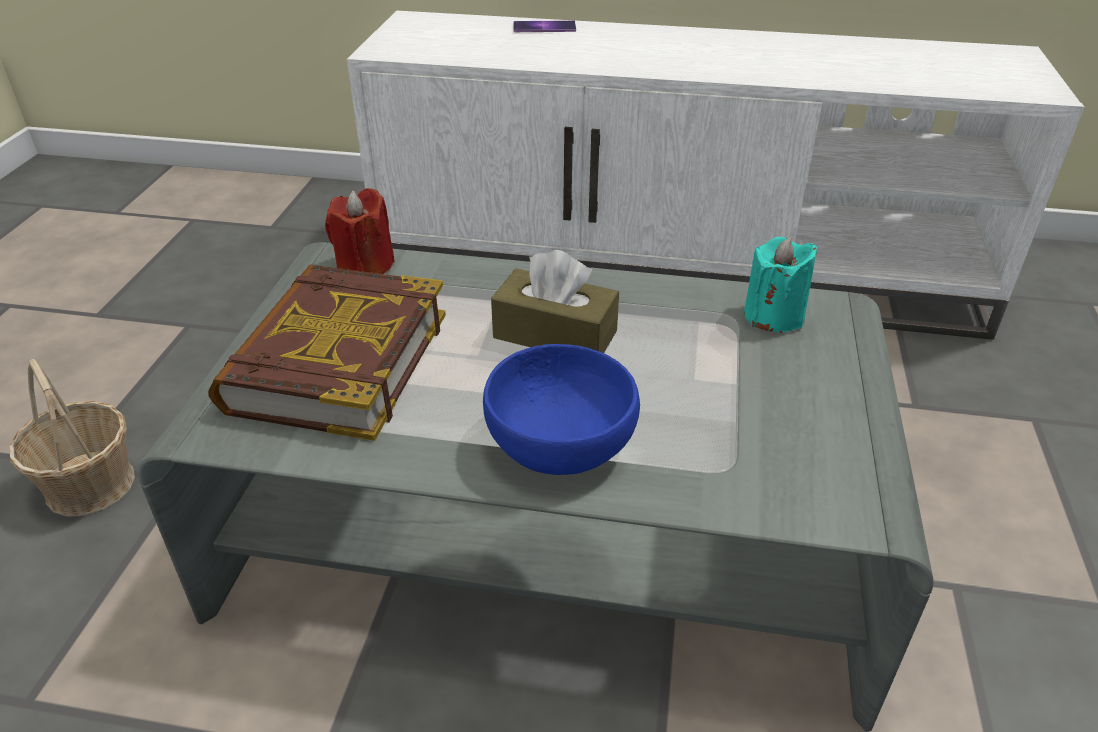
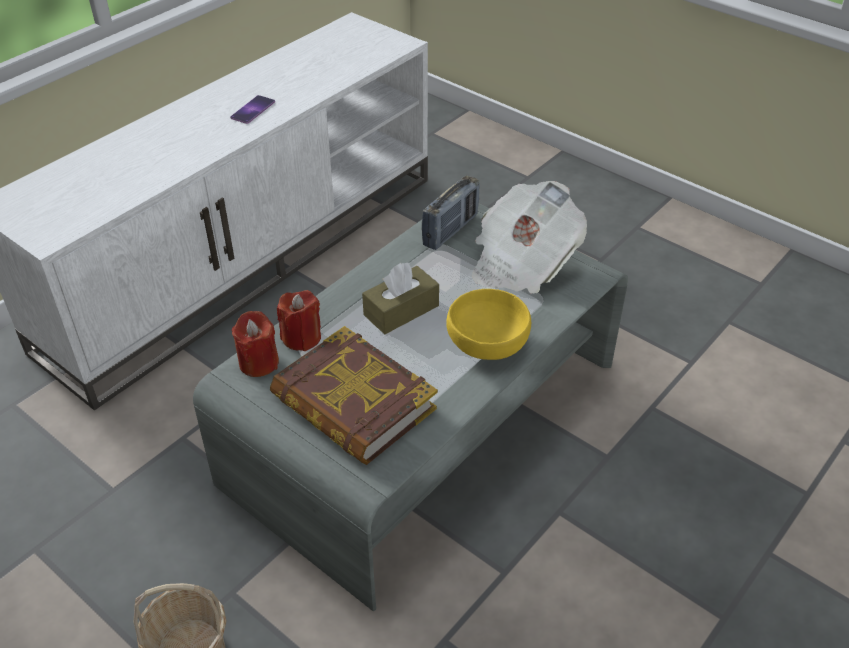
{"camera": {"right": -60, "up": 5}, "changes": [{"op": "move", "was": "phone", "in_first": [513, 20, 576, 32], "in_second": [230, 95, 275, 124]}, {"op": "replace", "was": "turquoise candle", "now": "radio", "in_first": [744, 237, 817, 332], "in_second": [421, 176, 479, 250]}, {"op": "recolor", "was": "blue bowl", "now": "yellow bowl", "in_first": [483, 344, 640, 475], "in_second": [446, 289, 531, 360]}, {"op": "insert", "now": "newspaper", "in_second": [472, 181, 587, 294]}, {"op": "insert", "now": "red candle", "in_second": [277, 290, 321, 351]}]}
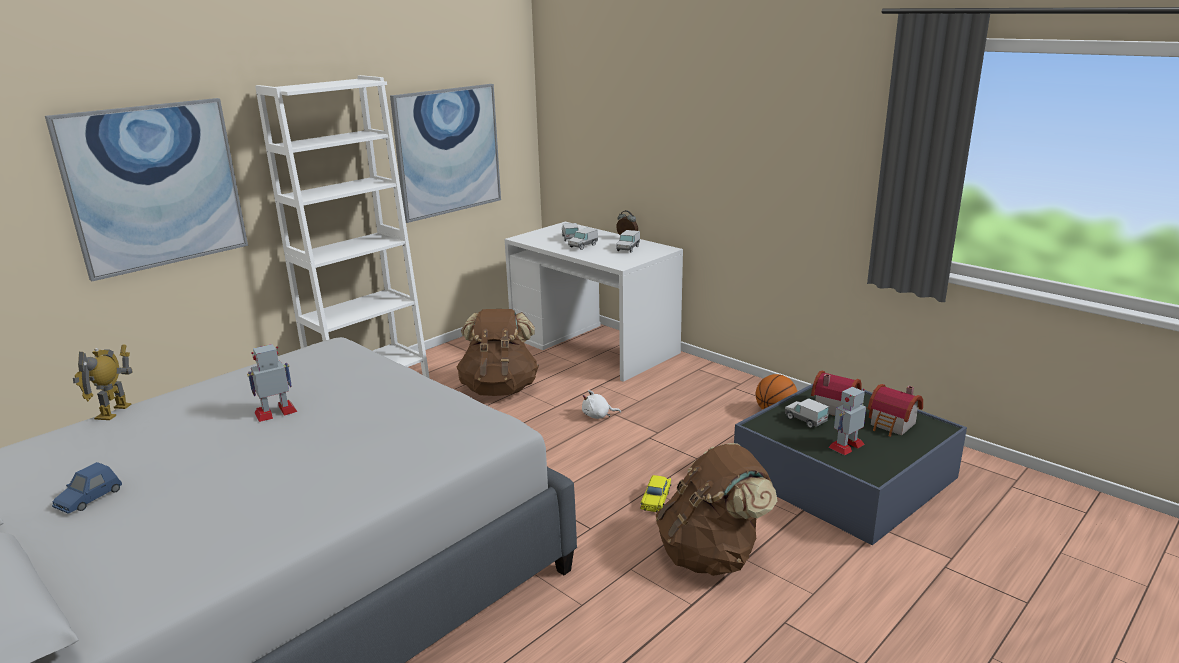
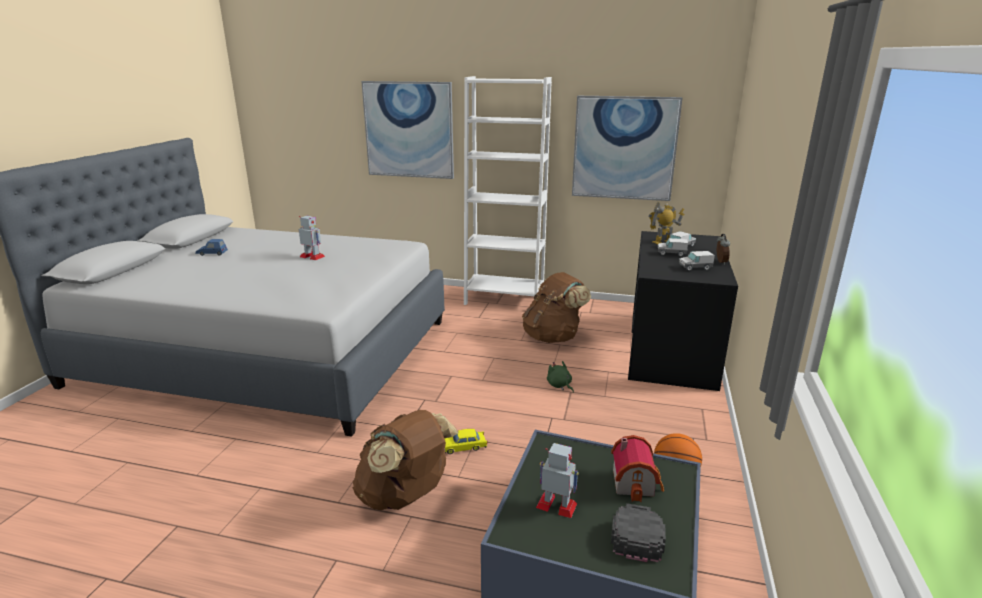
{"camera": {"right": 60, "up": 0}, "changes": [{"op": "recolor", "was": "white desk", "now": "black desk", "in_first": [504, 222, 683, 382], "in_second": [628, 231, 738, 391]}, {"op": "move", "was": "toy robot", "in_first": [73, 344, 132, 420], "in_second": [648, 202, 684, 245]}, {"op": "replace", "was": "toy house", "now": "black cap", "in_first": [868, 384, 923, 437], "in_second": [611, 503, 666, 562]}, {"op": "recolor", "was": "white plush toy", "now": "green plush toy", "in_first": [582, 390, 621, 419], "in_second": [547, 361, 574, 393]}, {"op": "delete", "was": "toy truck", "in_first": [785, 398, 829, 428]}]}
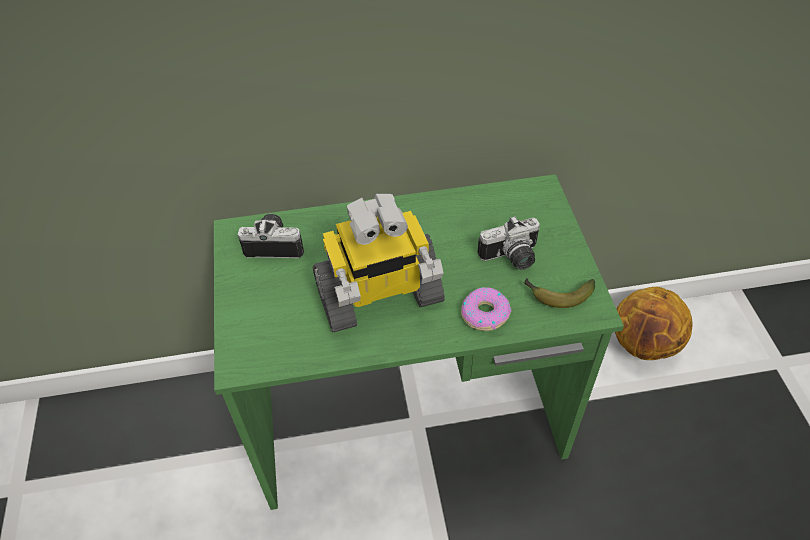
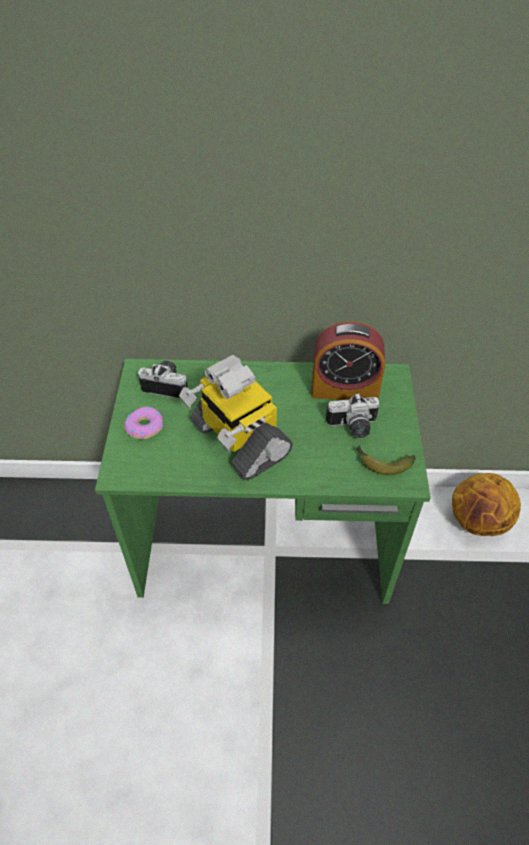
{"camera": {"right": 10, "up": 0}, "changes": [{"op": "rotate", "was": "toy robot", "in_first": [313, 194, 445, 332], "in_second": [179, 355, 293, 481], "clockwise": 60}, {"op": "move", "was": "donut", "in_first": [461, 287, 512, 331], "in_second": [124, 407, 163, 439]}, {"op": "insert", "now": "alarm clock", "in_second": [311, 321, 385, 400]}]}
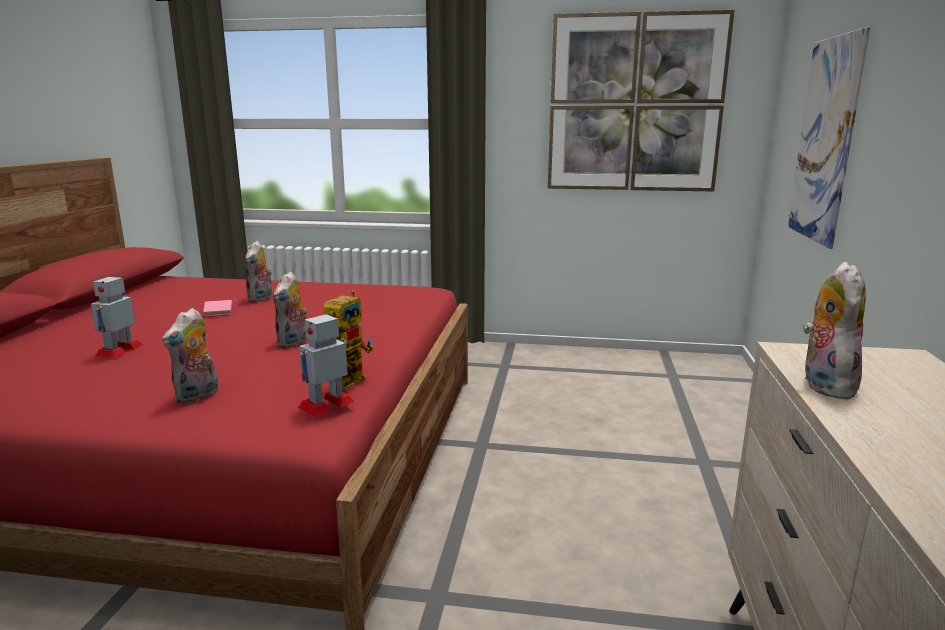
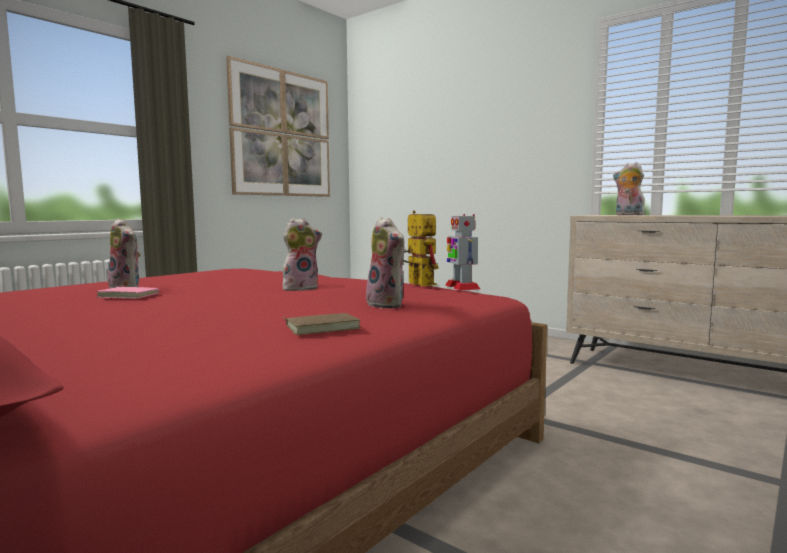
{"camera": {"right": -60, "up": -10}, "changes": [{"op": "delete", "was": "picture", "in_first": [787, 27, 870, 249]}, {"op": "rotate", "was": "plush toy", "in_first": [273, 271, 307, 348], "in_second": [282, 218, 322, 291], "clockwise": -75}, {"op": "delete", "was": "toy robot", "in_first": [91, 275, 143, 358]}, {"op": "insert", "now": "brown book", "in_second": [283, 313, 361, 335]}]}
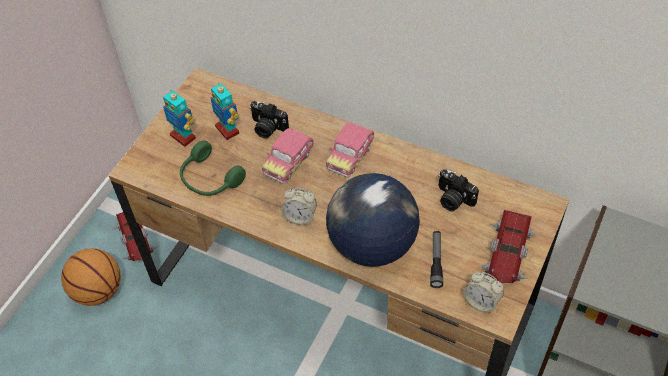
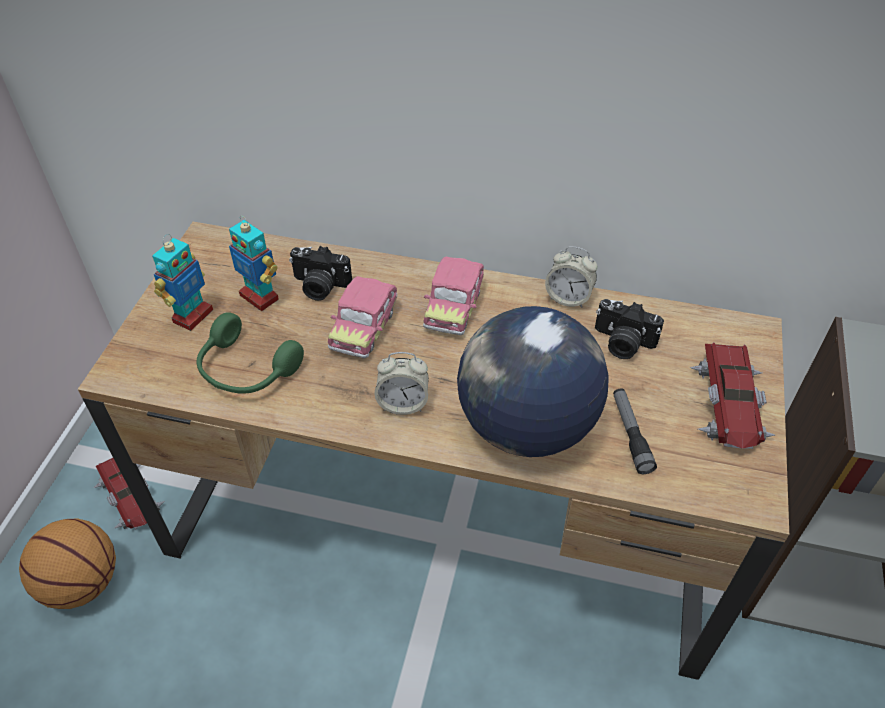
{"camera": {"right": -15, "up": -5}, "changes": [{"op": "rotate", "was": "toy robot", "in_first": [163, 90, 196, 147], "in_second": [152, 234, 213, 331], "clockwise": -90}, {"op": "move", "was": "alarm clock", "in_first": [463, 272, 504, 313], "in_second": [545, 247, 598, 308]}]}
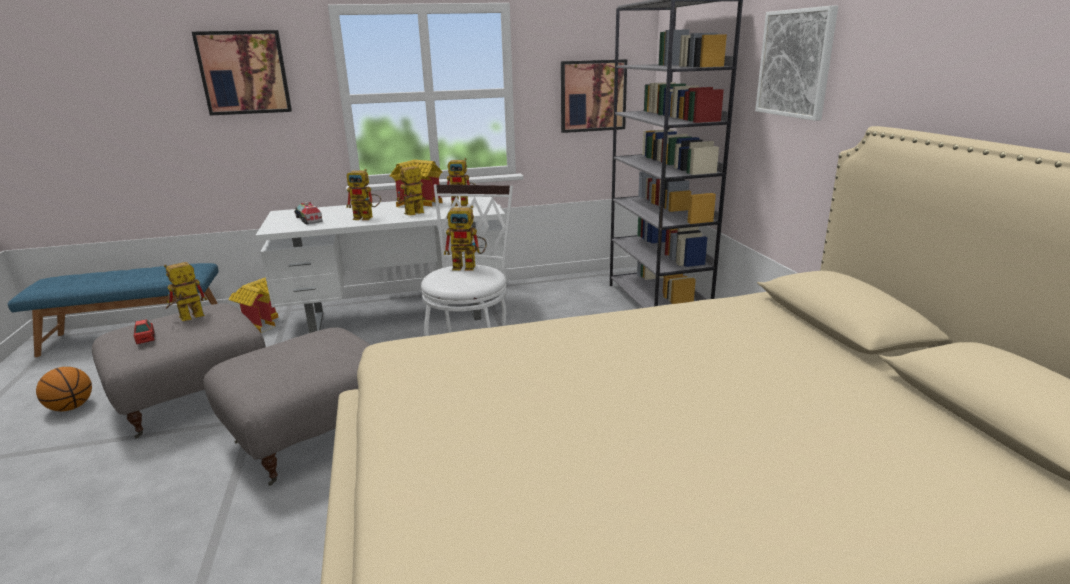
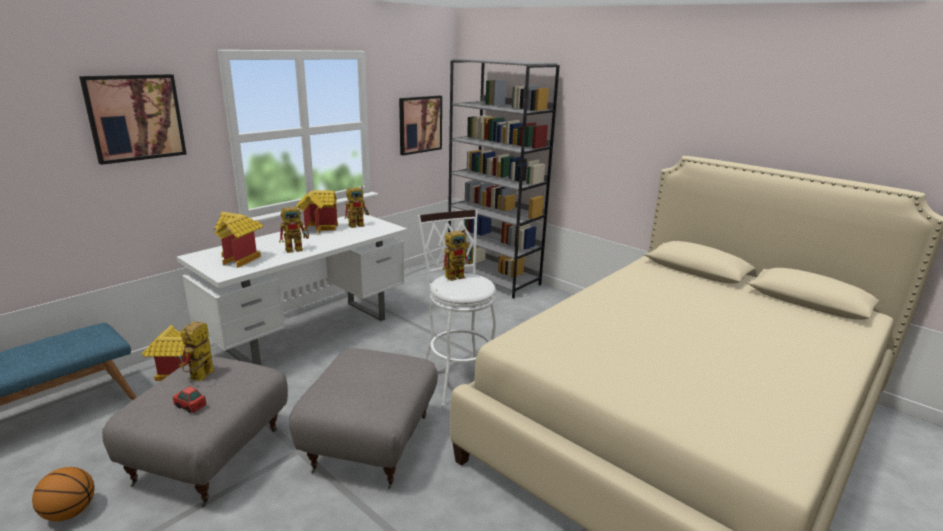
{"camera": {"right": -35, "up": 0}, "changes": [{"op": "delete", "was": "picture", "in_first": [755, 6, 838, 121]}, {"op": "delete", "was": "toy robot", "in_first": [397, 166, 425, 216]}, {"op": "replace", "was": "toy truck", "now": "toy house", "in_first": [294, 202, 322, 225], "in_second": [214, 212, 263, 268]}]}
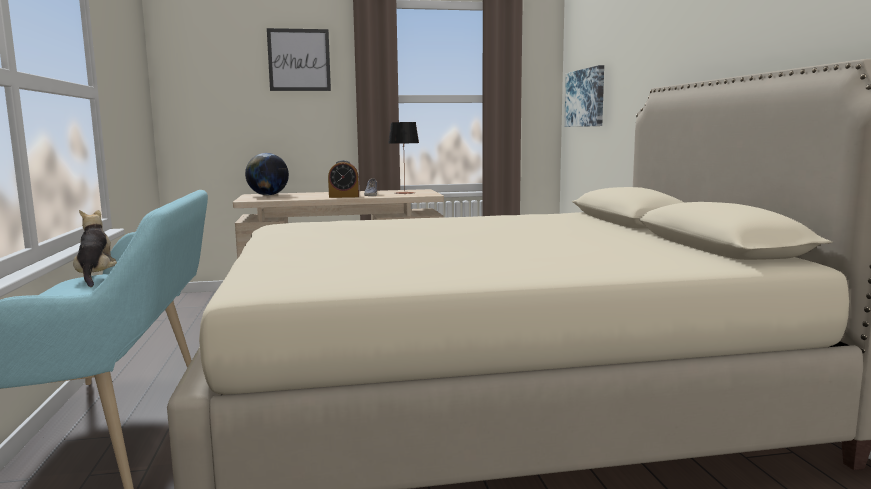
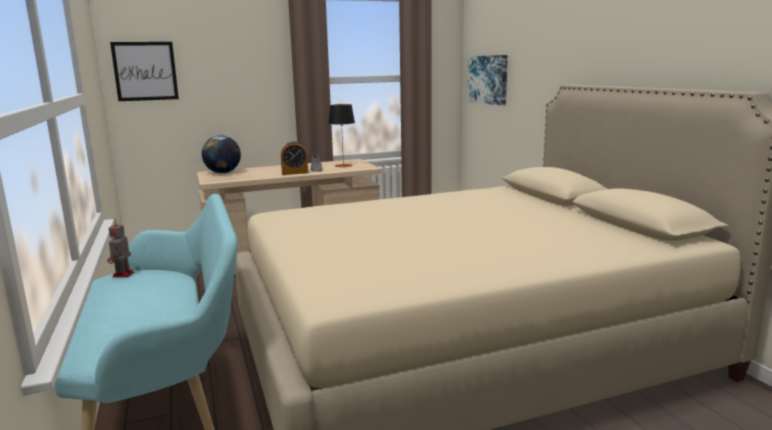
{"camera": {"right": -10, "up": 5}, "changes": [{"op": "move", "was": "picture", "in_first": [267, 28, 331, 91], "in_second": [110, 42, 179, 101]}, {"op": "replace", "was": "plush toy", "now": "toy robot", "in_first": [73, 210, 117, 287], "in_second": [107, 219, 134, 277]}]}
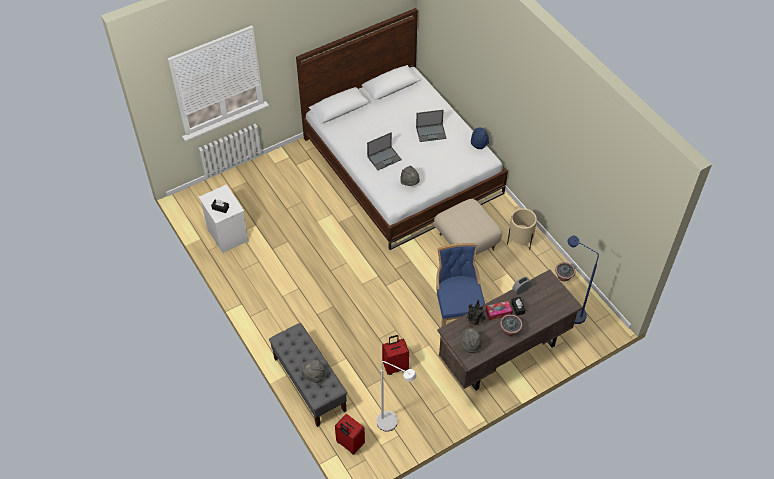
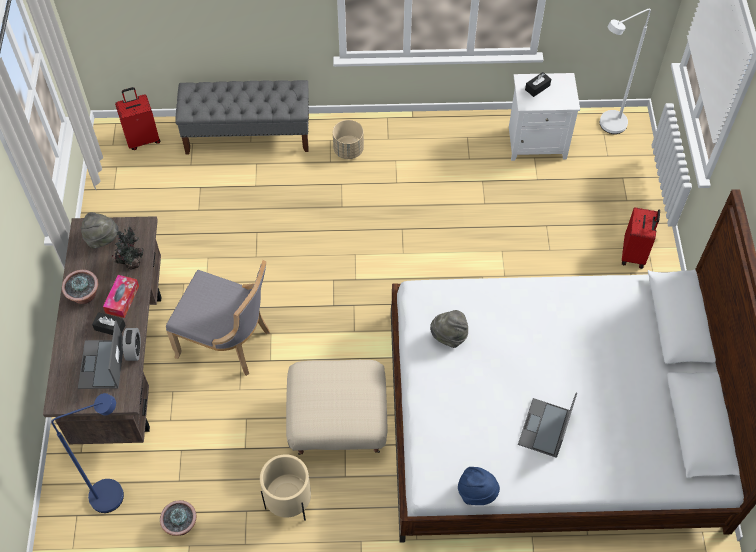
{"camera": {"right": 120, "up": 5}, "changes": [{"op": "move", "was": "laptop", "in_first": [367, 132, 402, 170], "in_second": [78, 321, 123, 389]}, {"op": "recolor", "was": "blue chair", "now": "grey chair", "in_first": [436, 243, 485, 337], "in_second": [166, 260, 270, 376]}, {"op": "move", "was": "red suitcase", "in_first": [382, 335, 409, 375], "in_second": [622, 207, 660, 269]}, {"op": "delete", "was": "grey hat", "in_first": [301, 359, 326, 383]}, {"op": "move", "was": "white floor lamp", "in_first": [377, 361, 416, 432], "in_second": [600, 9, 651, 134]}, {"op": "insert", "now": "beige planter", "in_second": [333, 120, 364, 159]}]}
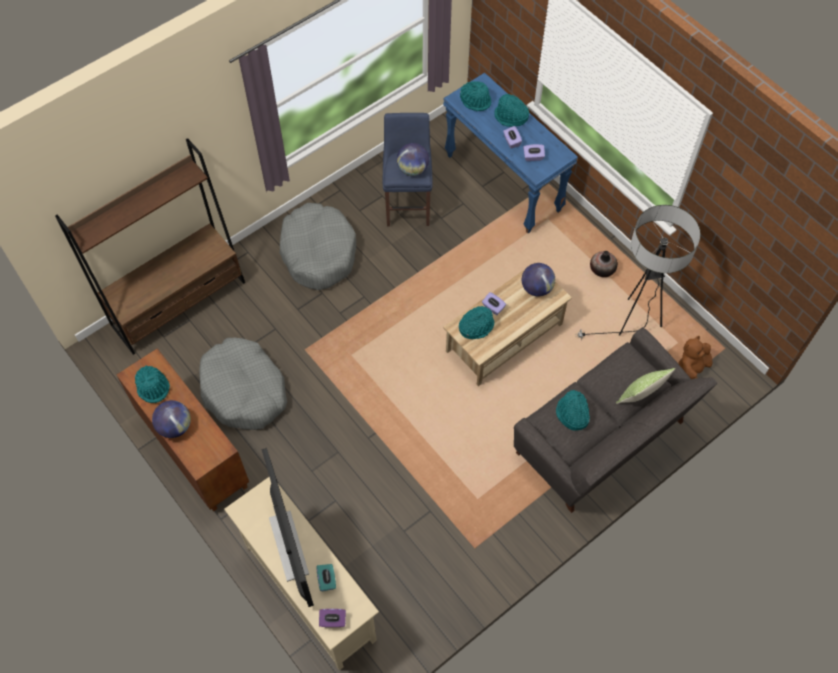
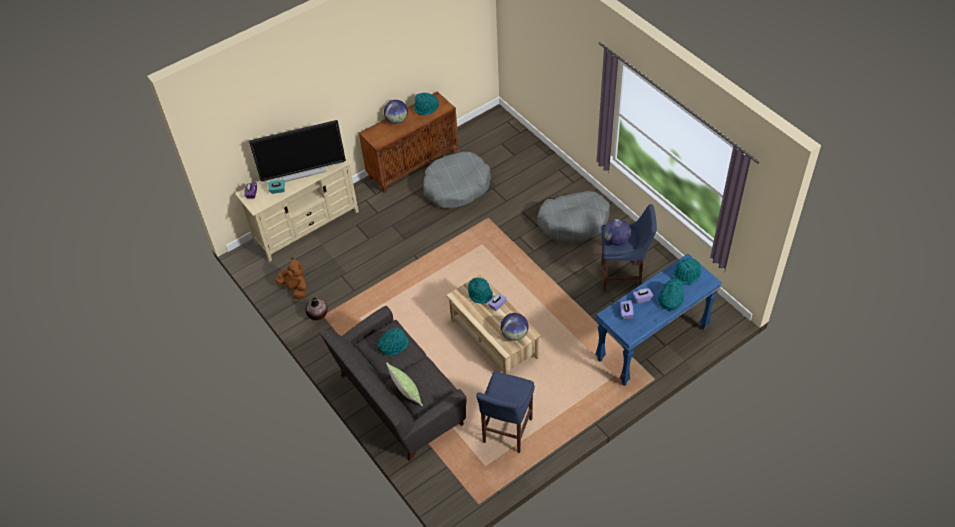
{"camera": {"right": 95, "up": -10}, "changes": [{"op": "delete", "was": "brown bookcase", "in_first": [55, 138, 245, 355]}, {"op": "replace", "was": "floor lamp", "now": "blue stool", "in_first": [578, 205, 701, 340], "in_second": [476, 371, 535, 453]}, {"op": "move", "was": "vase", "in_first": [590, 251, 618, 277], "in_second": [305, 297, 328, 320]}, {"op": "move", "was": "brown plush toy", "in_first": [678, 336, 712, 379], "in_second": [276, 258, 307, 299]}]}
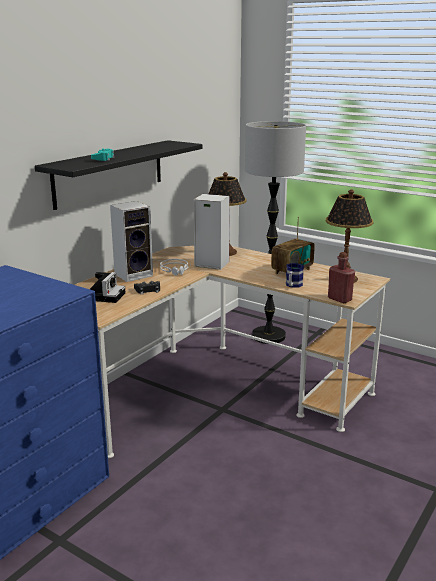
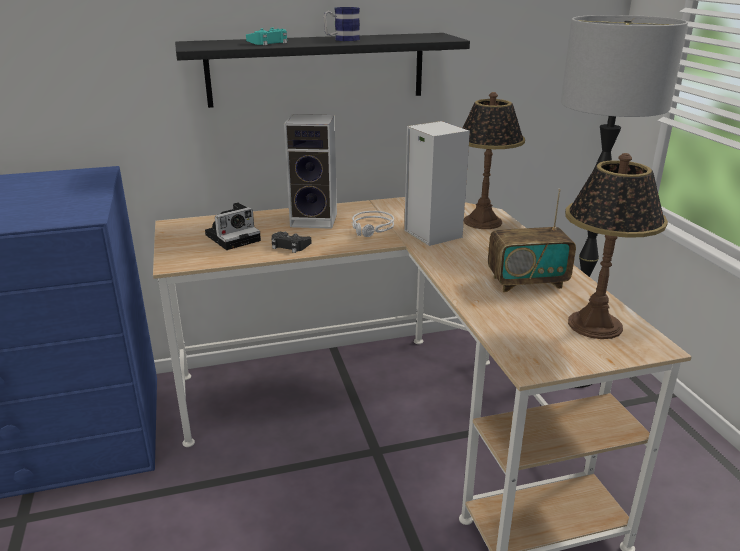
{"camera": {"right": 40, "up": 5}, "changes": [{"op": "delete", "was": "red bottle", "in_first": [328, 252, 355, 303]}, {"op": "move", "was": "mug", "in_first": [286, 263, 304, 288], "in_second": [323, 7, 360, 41]}]}
